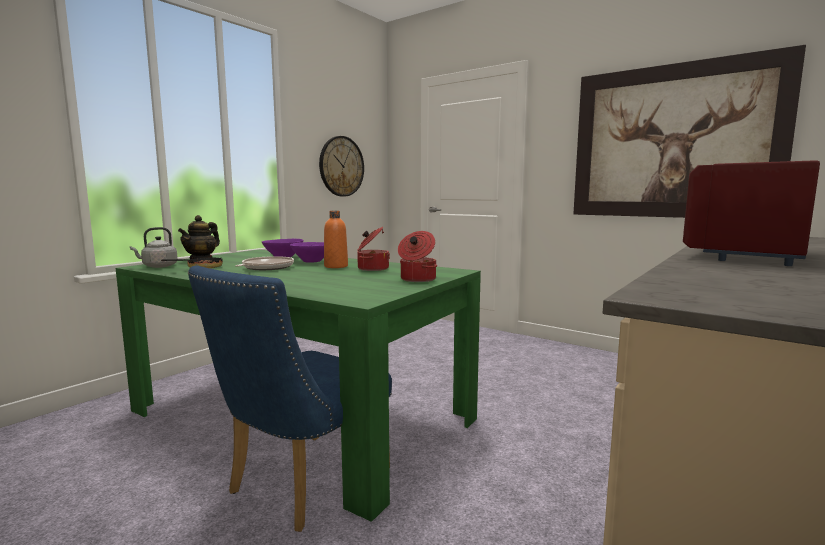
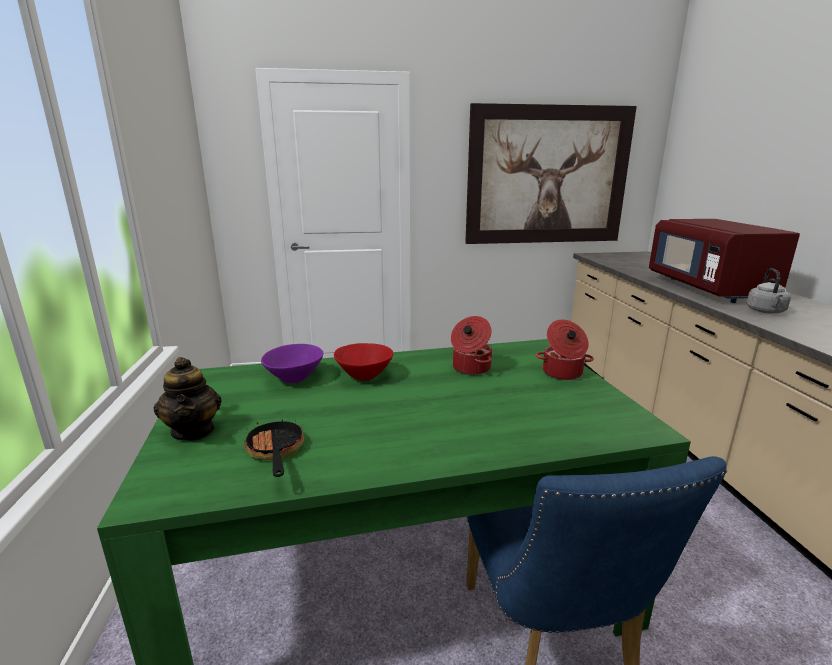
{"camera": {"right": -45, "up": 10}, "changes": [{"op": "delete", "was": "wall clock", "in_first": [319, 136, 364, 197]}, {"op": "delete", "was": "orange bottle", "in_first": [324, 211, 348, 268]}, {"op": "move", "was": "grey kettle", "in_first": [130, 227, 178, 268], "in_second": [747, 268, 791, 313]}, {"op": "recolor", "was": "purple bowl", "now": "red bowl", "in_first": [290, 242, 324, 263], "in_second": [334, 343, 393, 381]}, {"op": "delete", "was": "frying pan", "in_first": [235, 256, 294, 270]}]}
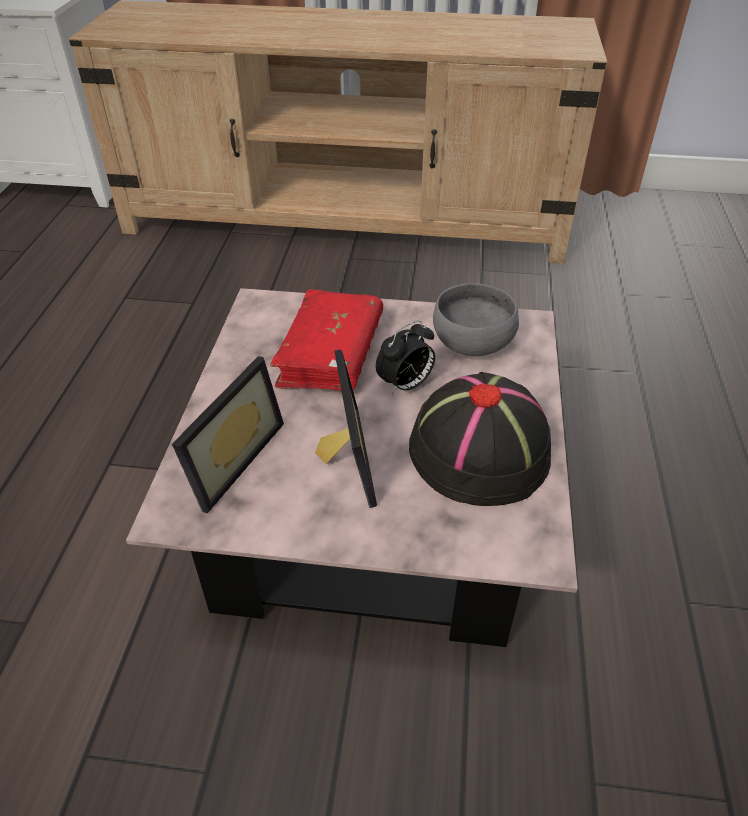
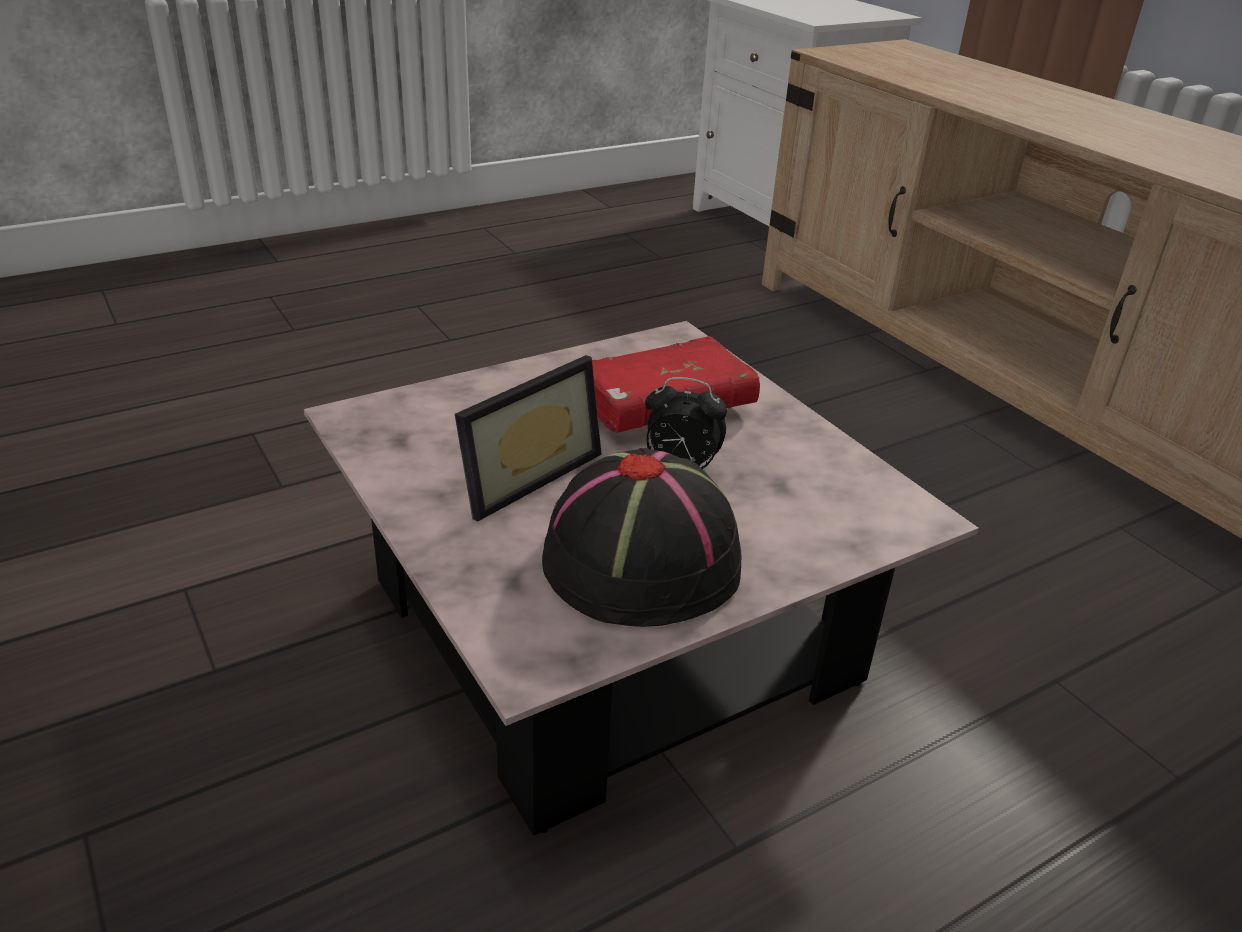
{"camera": {"right": 50, "up": -10}, "changes": [{"op": "delete", "was": "grey bowl", "in_first": [433, 283, 519, 356]}, {"op": "delete", "was": "picture frame", "in_first": [172, 356, 284, 513]}]}
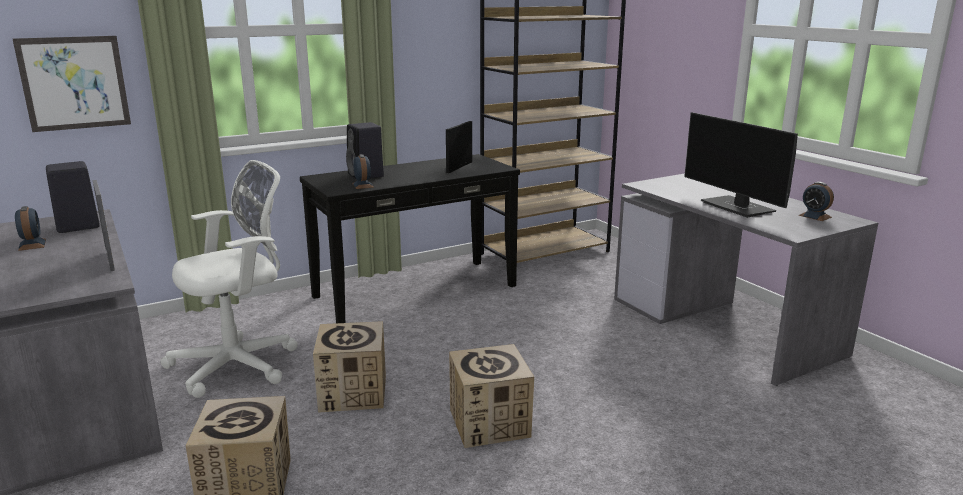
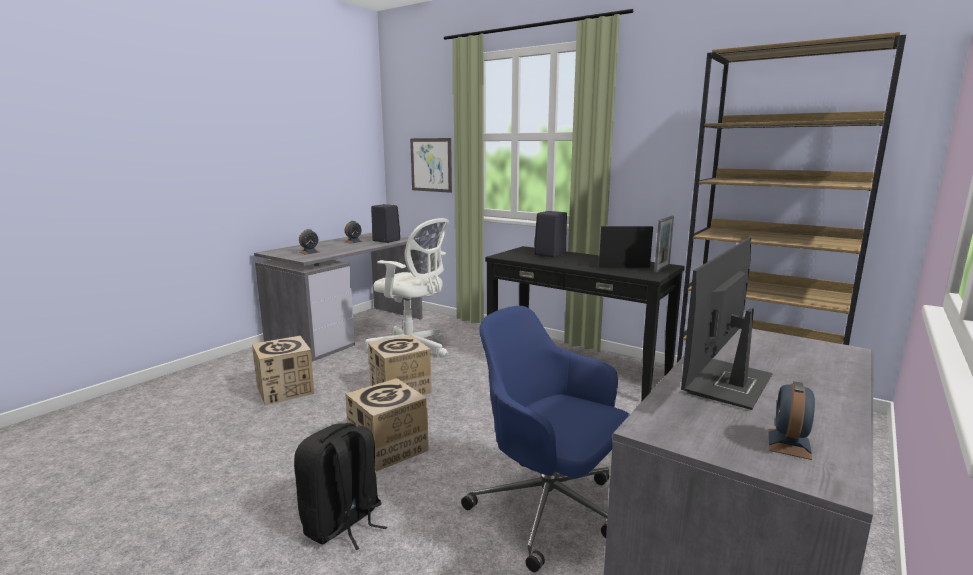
{"camera": {"right": 65, "up": -5}, "changes": [{"op": "move", "was": "alarm clock", "in_first": [352, 154, 374, 189], "in_second": [299, 229, 319, 255]}, {"op": "move", "was": "picture frame", "in_first": [93, 180, 115, 271], "in_second": [654, 216, 674, 273]}, {"op": "insert", "now": "blue office chair", "in_second": [461, 306, 630, 572]}, {"op": "insert", "now": "black backpack", "in_second": [294, 423, 387, 550]}]}
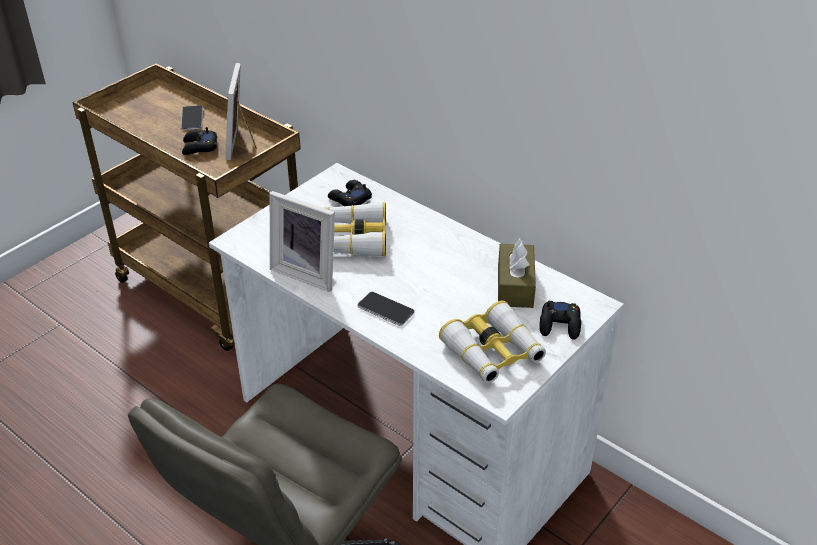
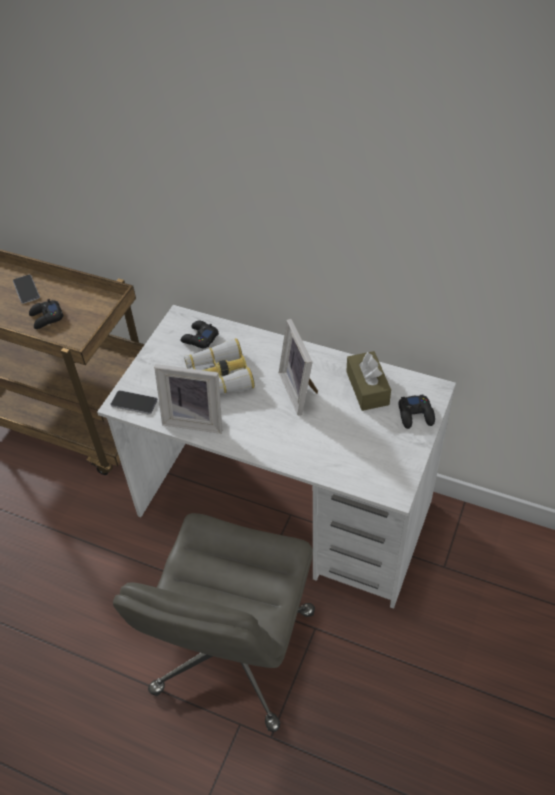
{"camera": {"right": -15, "up": 10}, "changes": [{"op": "move", "was": "picture frame", "in_first": [226, 63, 257, 161], "in_second": [279, 319, 318, 415]}, {"op": "move", "was": "phone", "in_first": [357, 292, 415, 326], "in_second": [110, 390, 158, 415]}, {"op": "delete", "was": "binoculars", "in_first": [439, 301, 546, 383]}]}
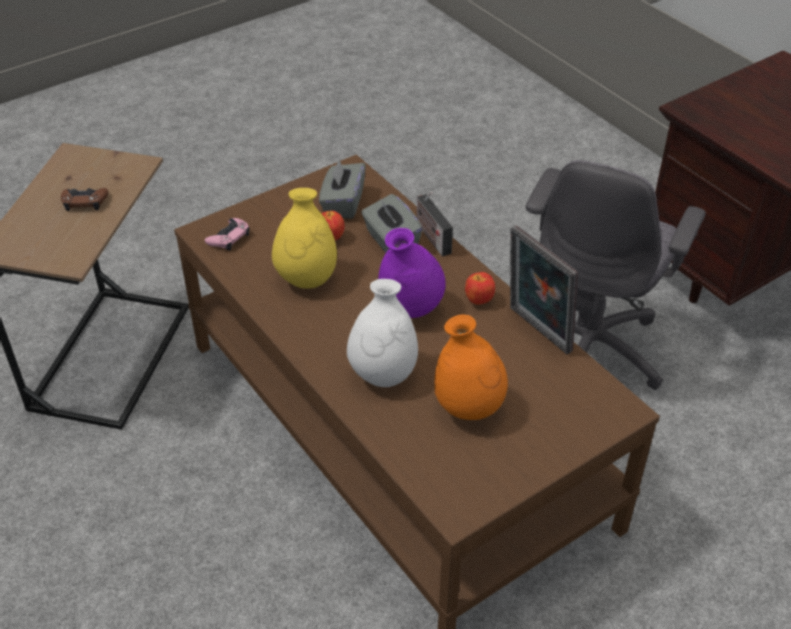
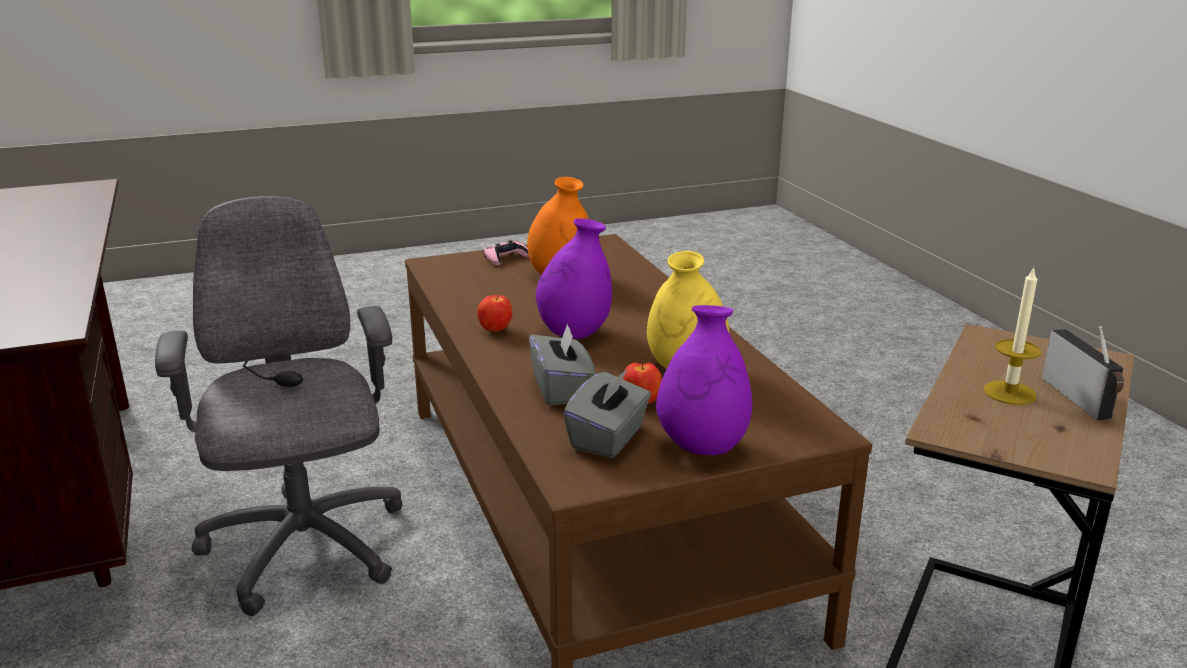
{"camera": {"right": -165, "up": -20}, "changes": [{"op": "rotate", "was": "grey office chair", "in_first": [526, 160, 706, 390], "in_second": [155, 196, 403, 616], "clockwise": -60}, {"op": "replace", "was": "brown game controller", "now": "candle", "in_first": [61, 188, 108, 211], "in_second": [983, 267, 1041, 405]}, {"op": "move", "was": "radio", "in_first": [417, 192, 453, 257], "in_second": [1042, 326, 1124, 420]}, {"op": "move", "was": "pink game controller", "in_first": [205, 218, 250, 251], "in_second": [484, 240, 529, 266]}, {"op": "delete", "was": "picture frame", "in_first": [510, 225, 578, 354]}, {"op": "delete", "was": "white vase", "in_first": [347, 279, 418, 387]}, {"op": "insert", "now": "purple vase", "in_second": [656, 305, 752, 455]}]}
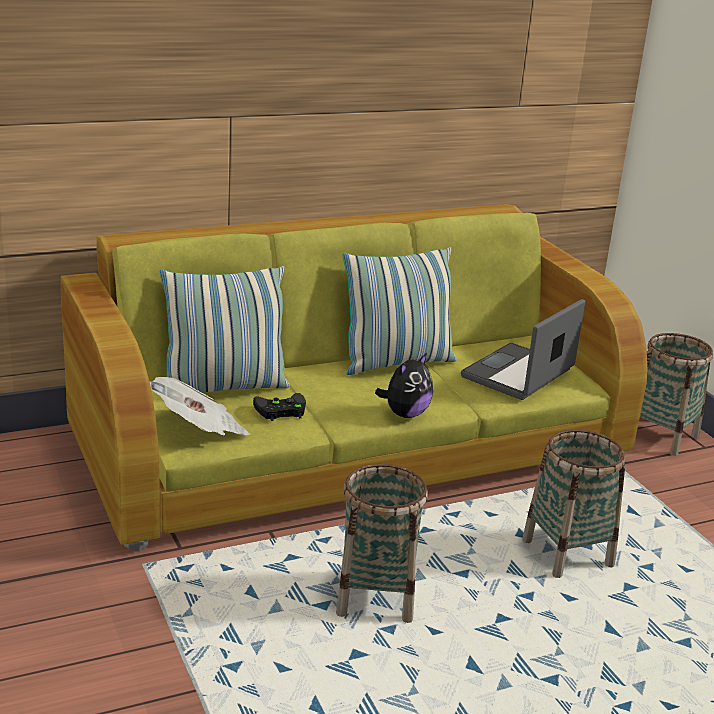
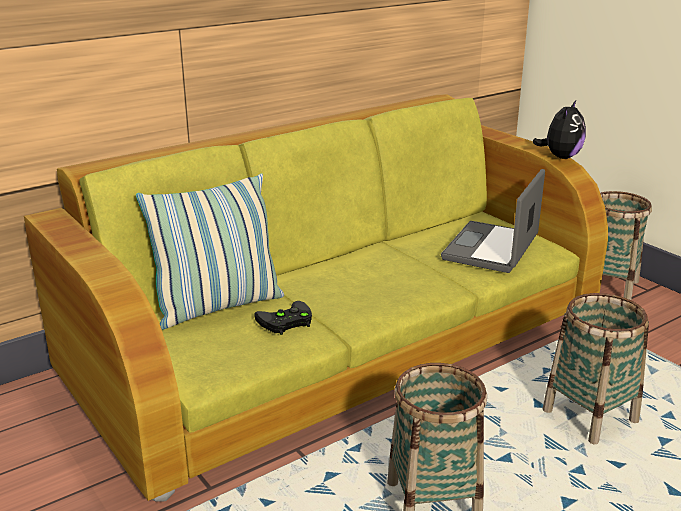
{"camera": {"right": -10, "up": 0}, "changes": [{"op": "delete", "was": "pillow", "in_first": [342, 247, 457, 375]}, {"op": "move", "was": "plush toy", "in_first": [375, 353, 433, 418], "in_second": [532, 99, 586, 159]}, {"op": "delete", "was": "newspaper", "in_first": [150, 377, 250, 435]}]}
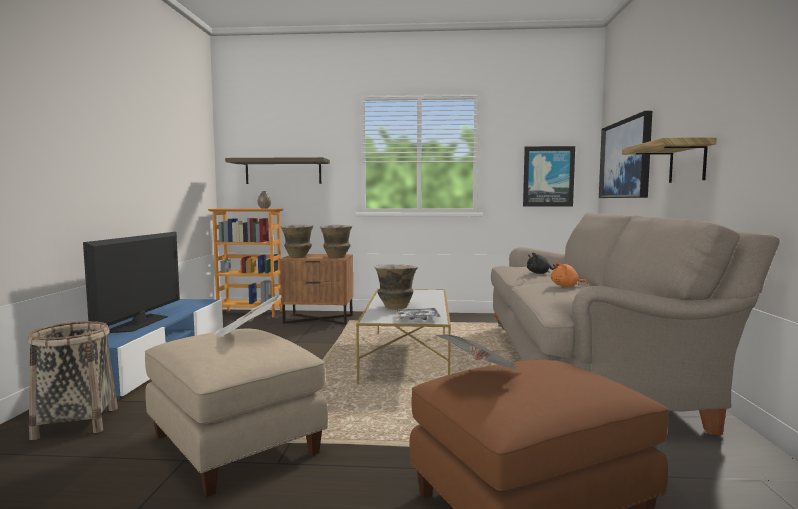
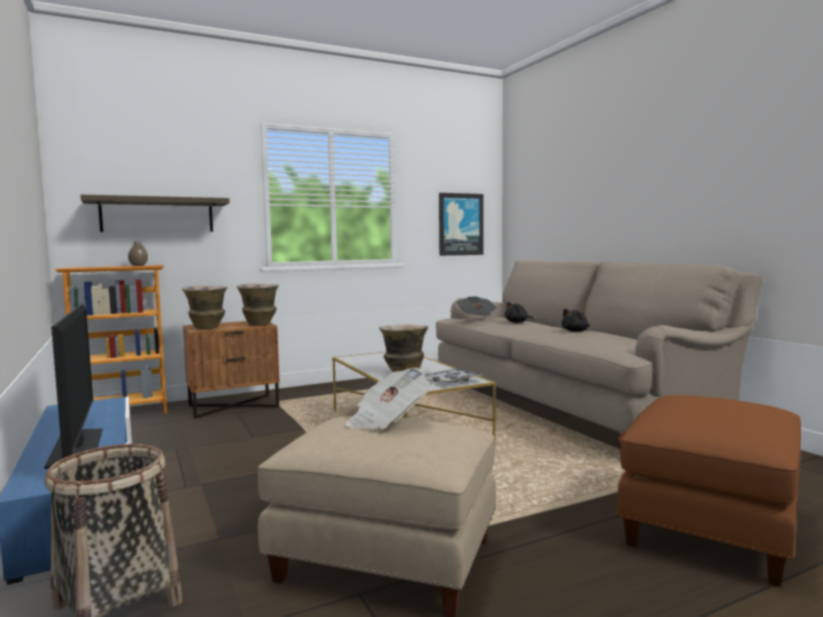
{"camera": {"right": -30, "up": 0}, "changes": [{"op": "delete", "was": "picture", "in_first": [599, 111, 652, 198]}, {"op": "delete", "was": "shelf", "in_first": [622, 137, 716, 183]}, {"op": "recolor", "was": "orange plush toy", "now": "black plush toy", "in_first": [551, 262, 588, 287], "in_second": [562, 308, 590, 332]}, {"op": "move", "was": "newspaper", "in_first": [436, 334, 519, 370], "in_second": [456, 296, 496, 316]}]}
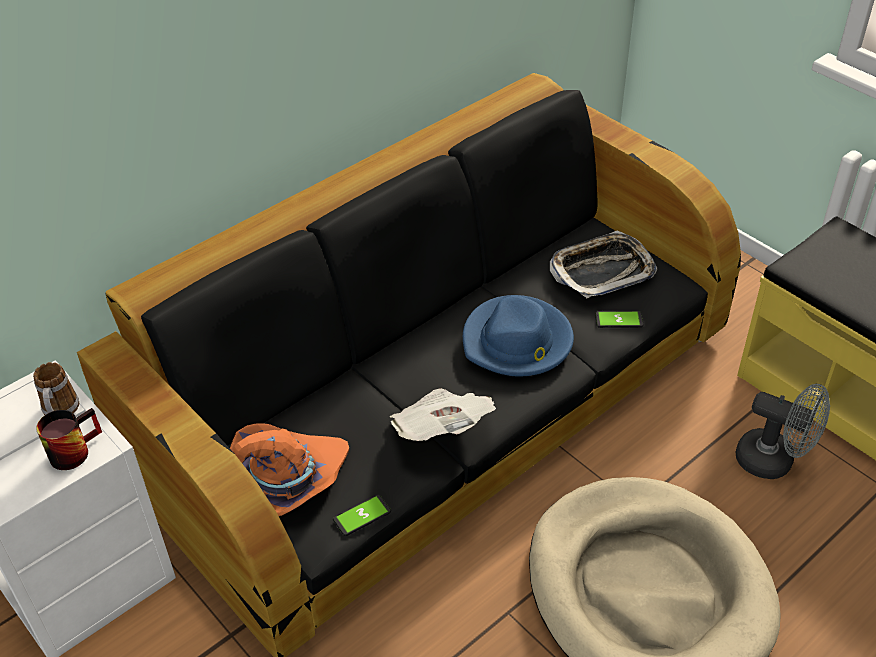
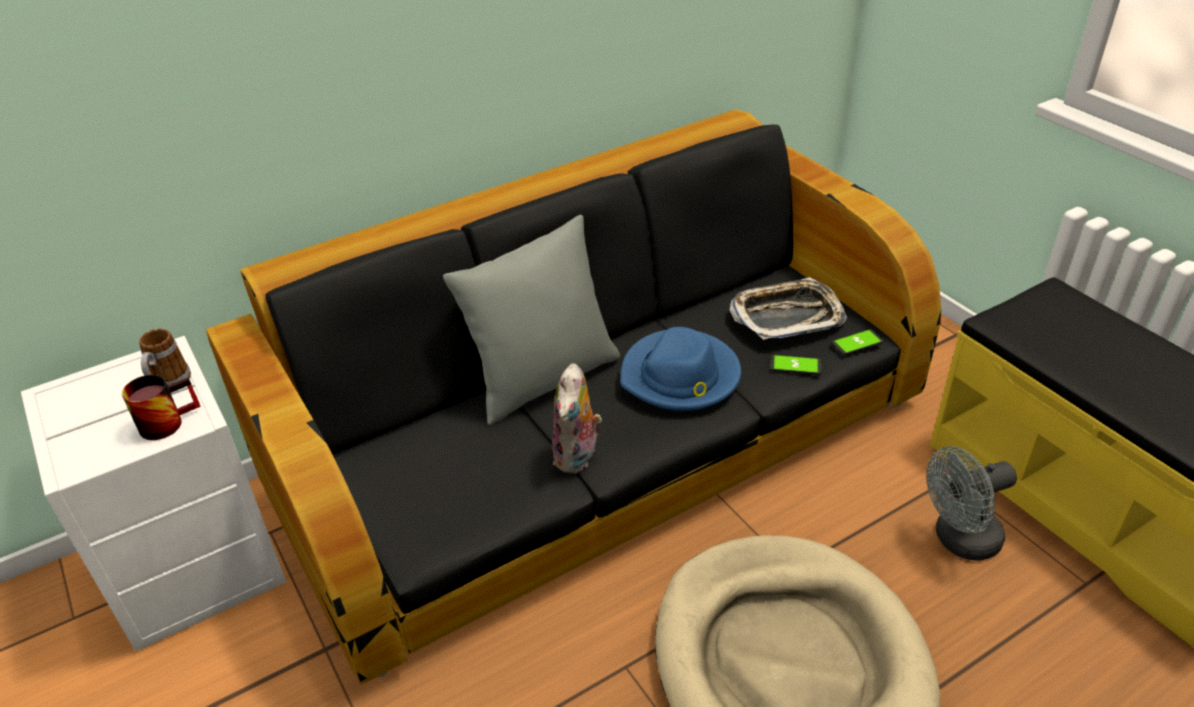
{"camera": {"right": 10, "up": -5}, "changes": [{"op": "rotate", "was": "grey fan", "in_first": [736, 384, 830, 479], "in_second": [926, 446, 1017, 561], "clockwise": 120}, {"op": "replace", "was": "newspaper", "now": "plush toy", "in_first": [390, 388, 496, 441], "in_second": [552, 363, 602, 474]}, {"op": "delete", "was": "orange hat", "in_first": [230, 423, 349, 516]}, {"op": "move", "was": "phone", "in_first": [333, 495, 391, 536], "in_second": [831, 329, 884, 355]}, {"op": "insert", "now": "grey pillow", "in_second": [443, 215, 620, 426]}]}
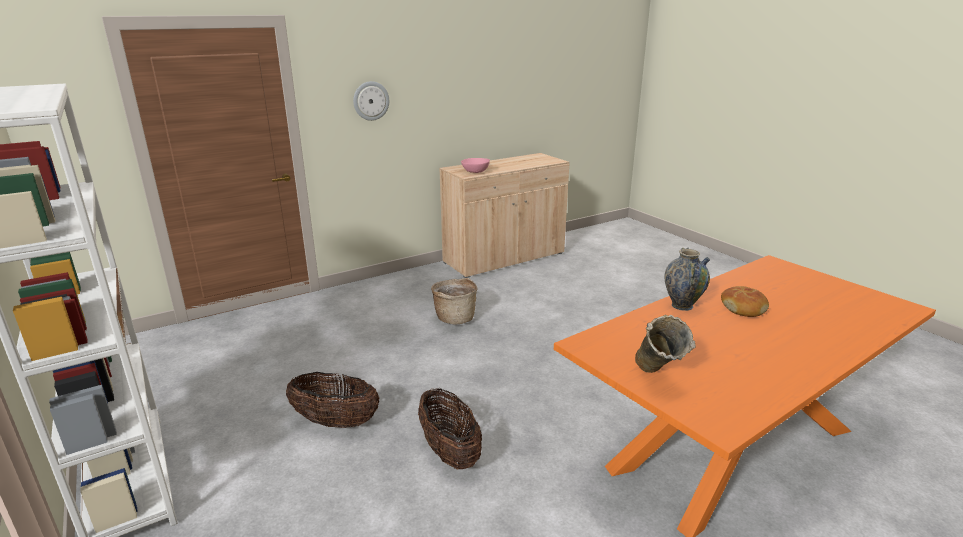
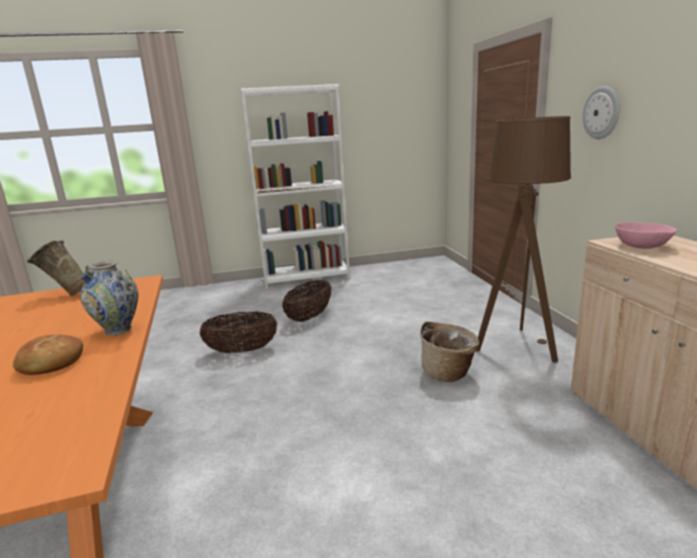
{"camera": {"right": 110, "up": -5}, "changes": [{"op": "insert", "now": "brown floor lamp", "in_second": [477, 116, 571, 363]}]}
